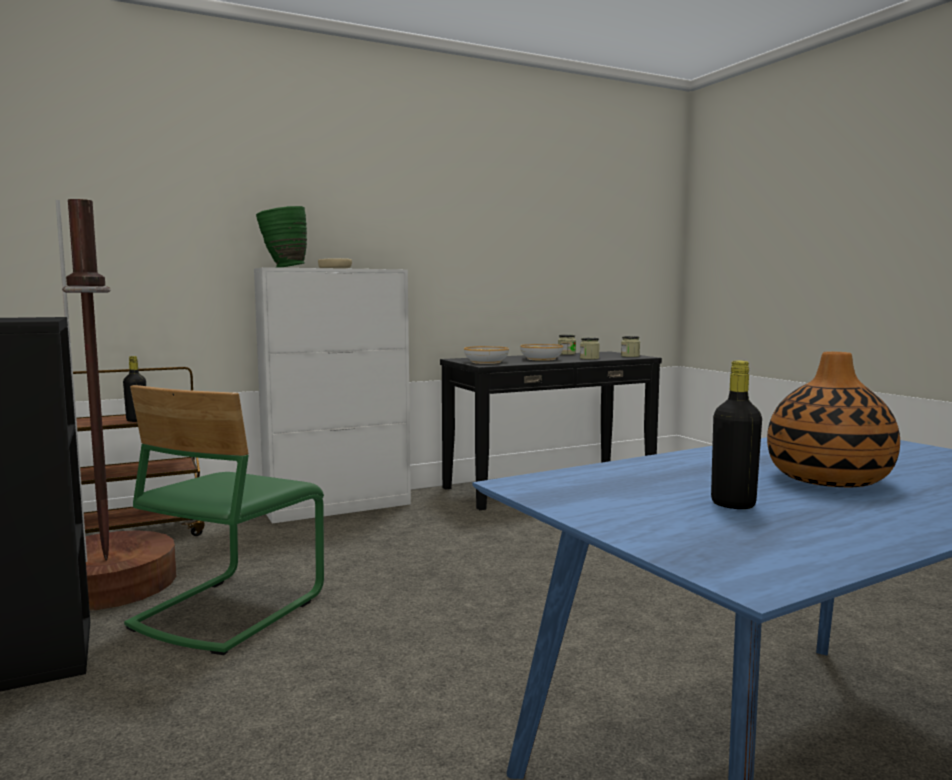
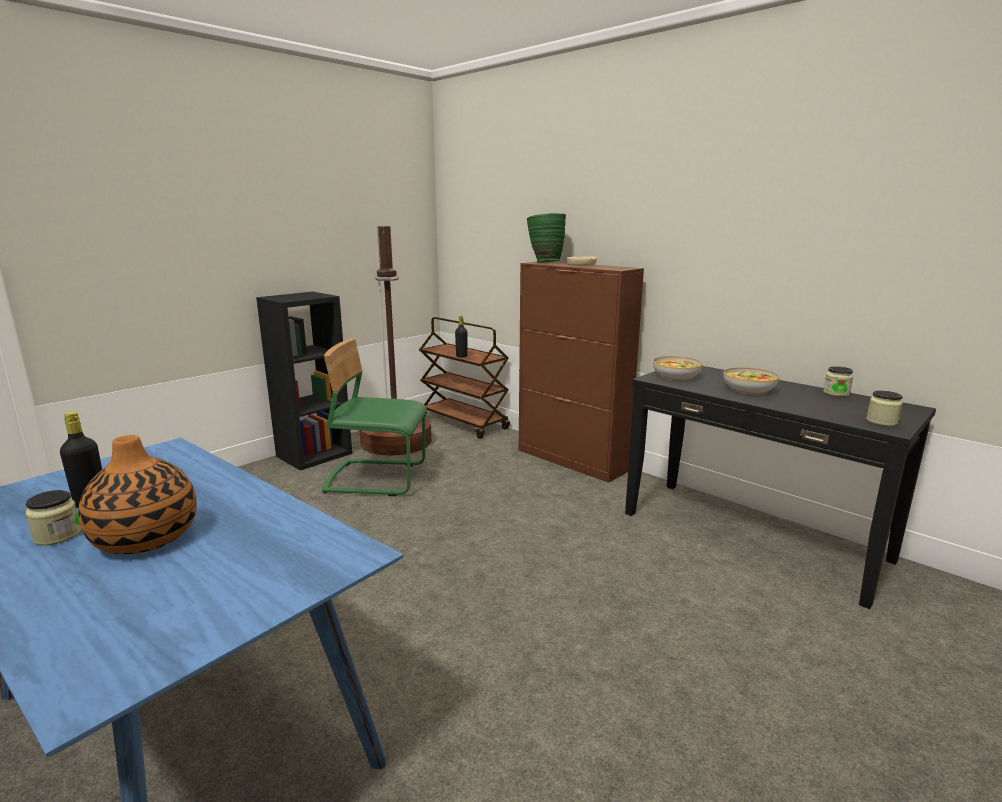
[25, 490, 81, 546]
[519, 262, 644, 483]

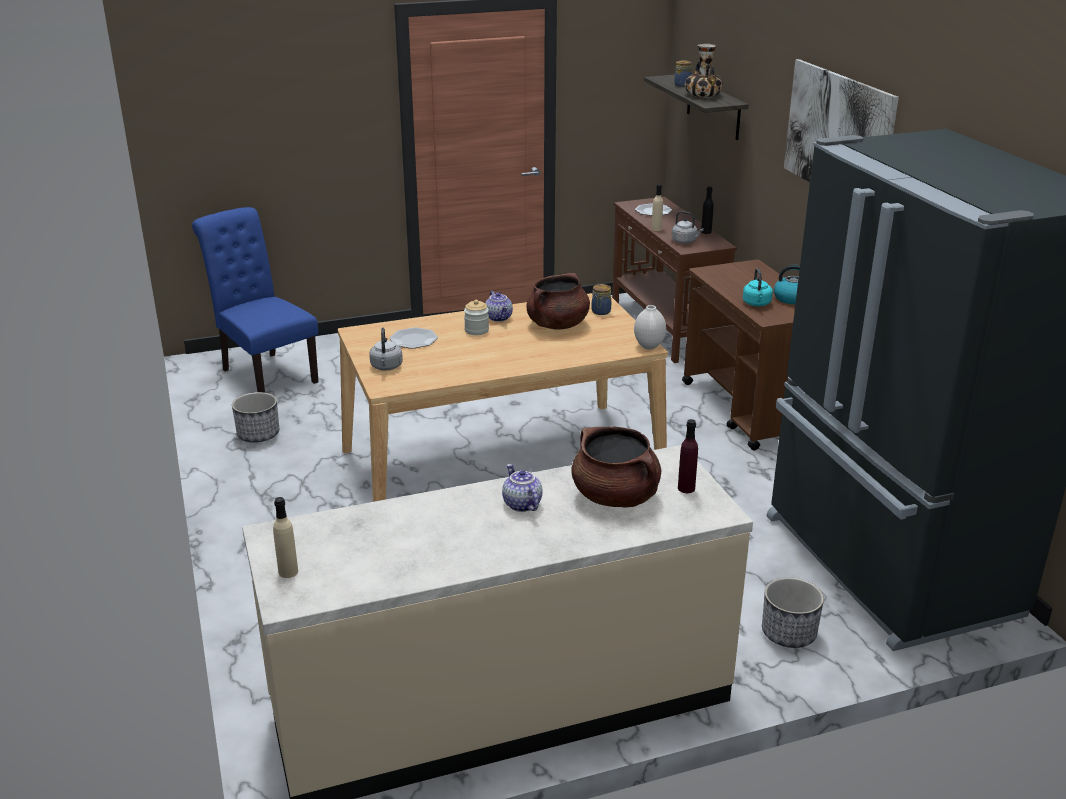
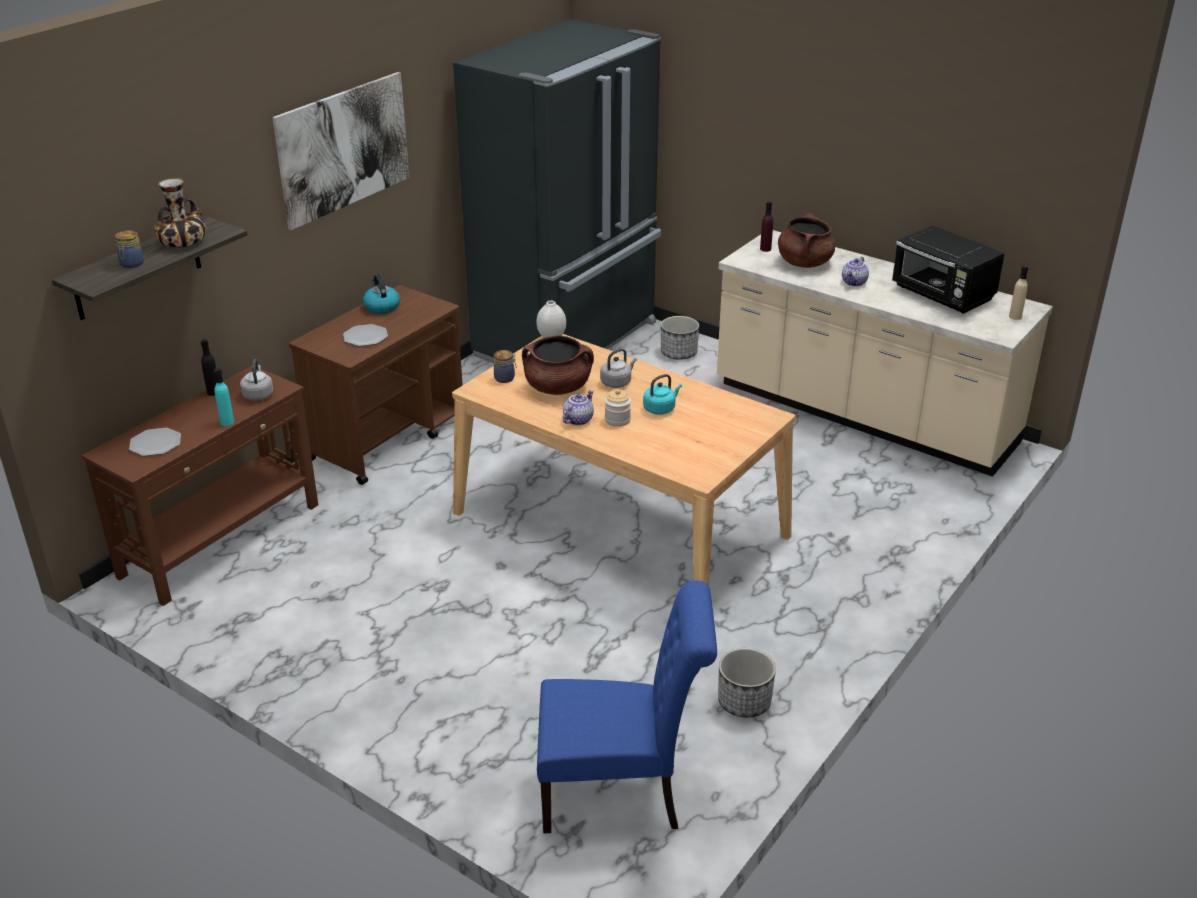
[214, 368, 234, 426]
[343, 324, 388, 346]
[537, 580, 717, 833]
[600, 349, 637, 388]
[643, 374, 682, 415]
[892, 226, 1005, 313]

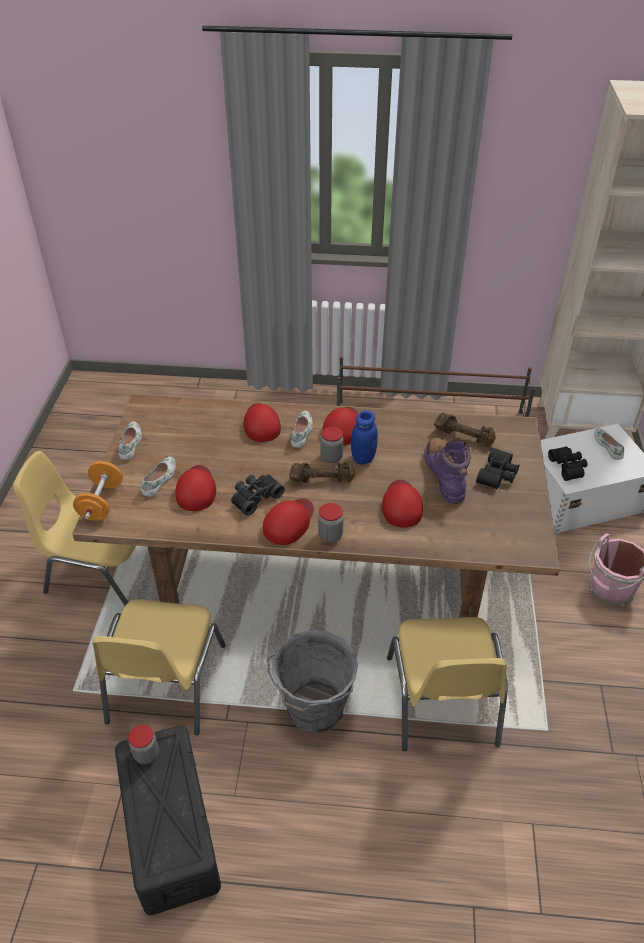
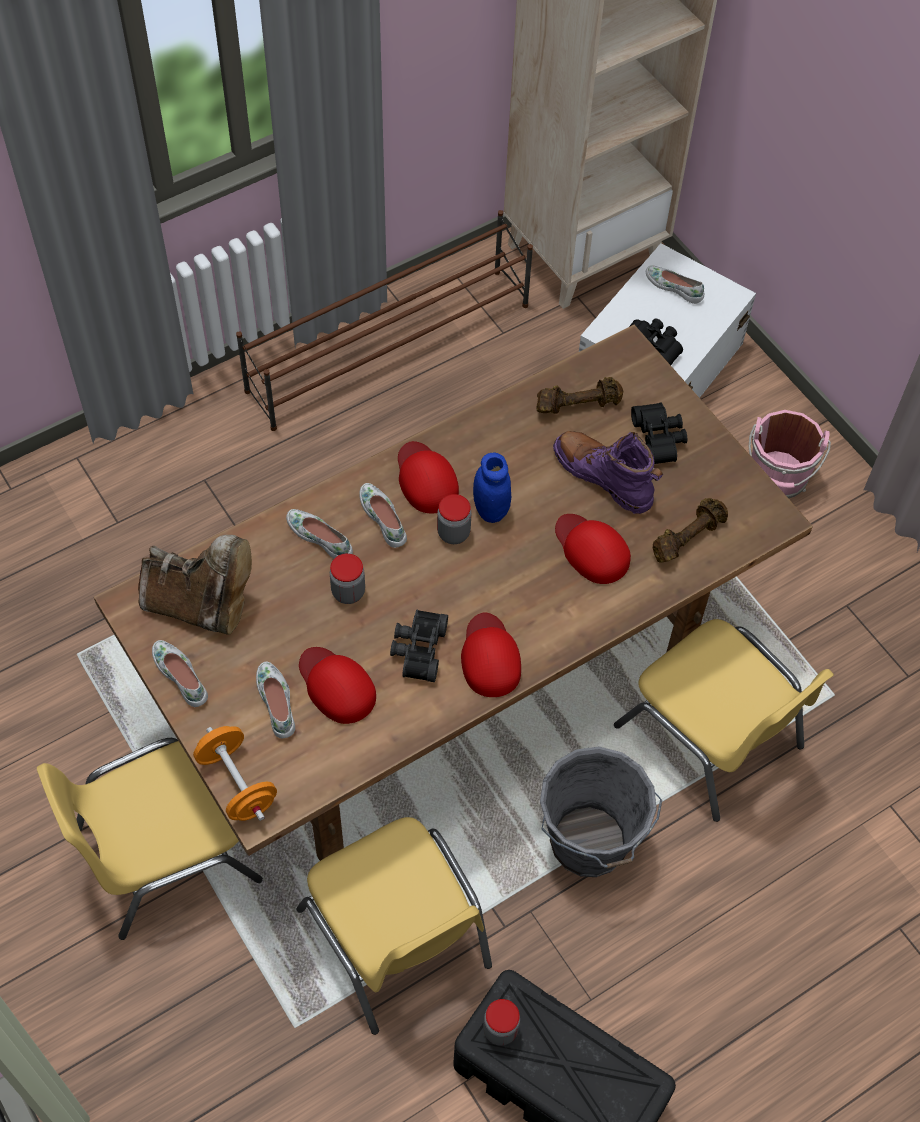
[138, 535, 252, 635]
[286, 509, 353, 559]
[330, 553, 365, 604]
[653, 498, 728, 563]

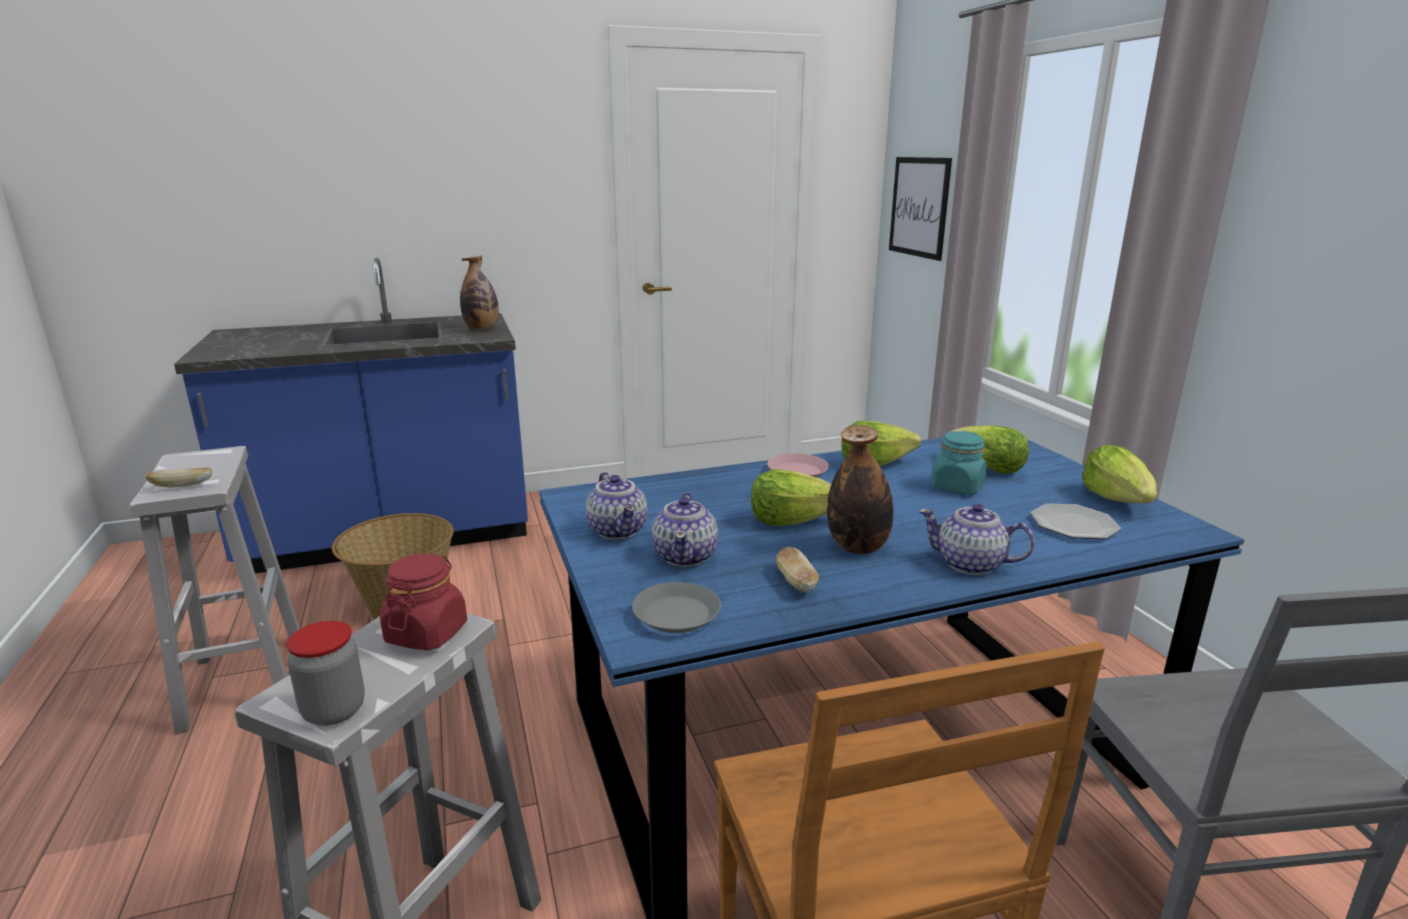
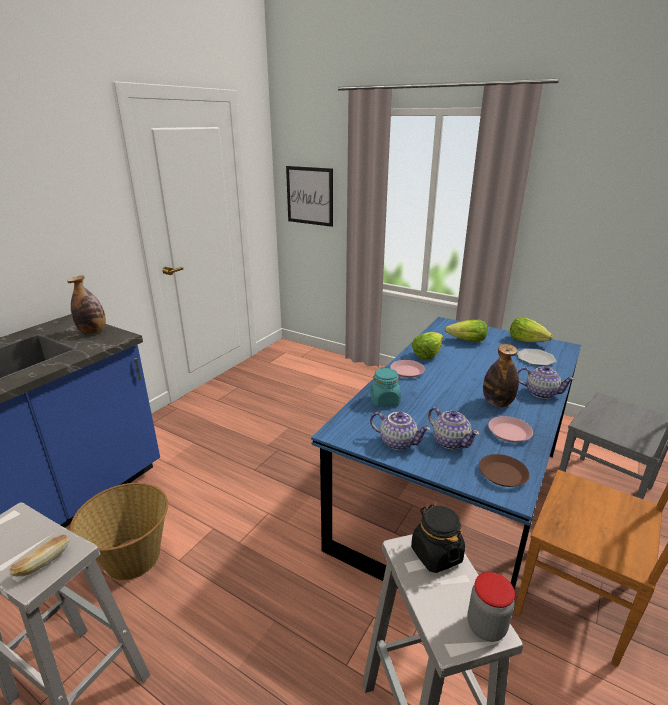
[370, 367, 401, 406]
[411, 504, 465, 573]
[479, 454, 530, 487]
[488, 416, 533, 442]
[517, 366, 575, 399]
[751, 470, 831, 526] (first image)

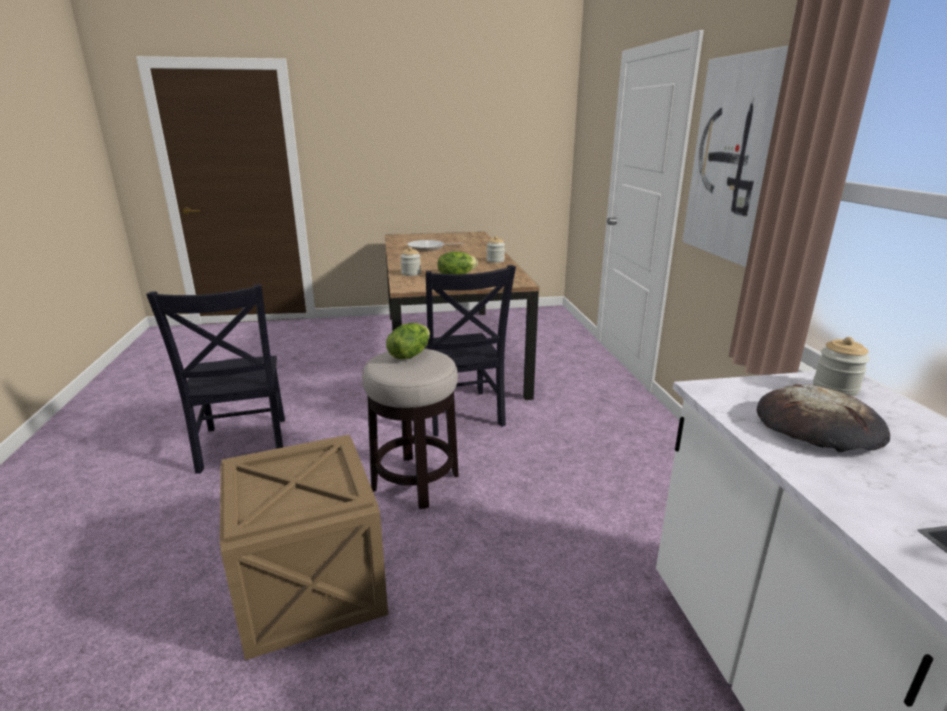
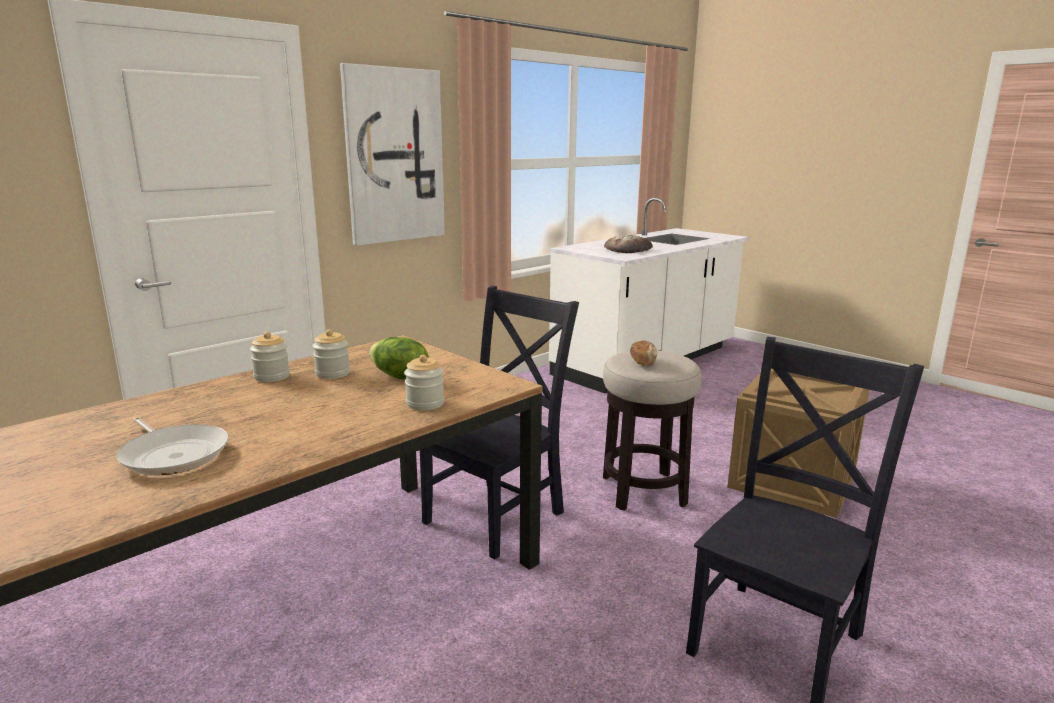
[313, 329, 350, 379]
[630, 340, 657, 366]

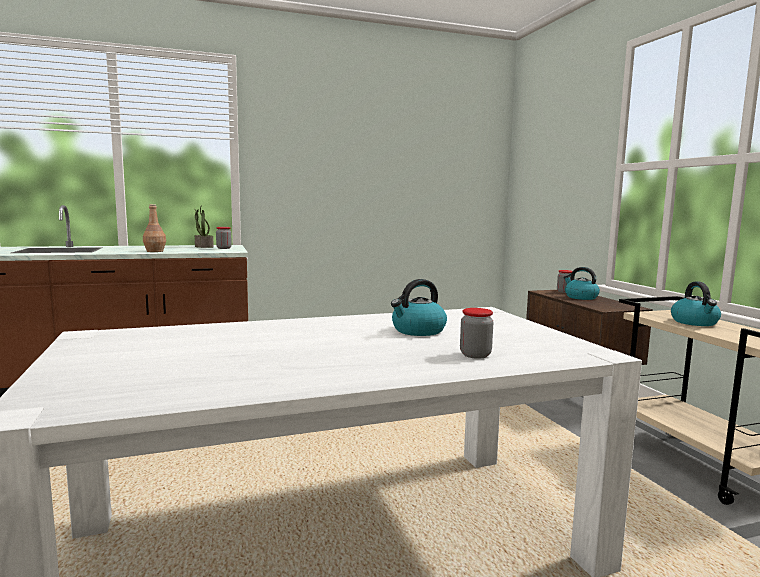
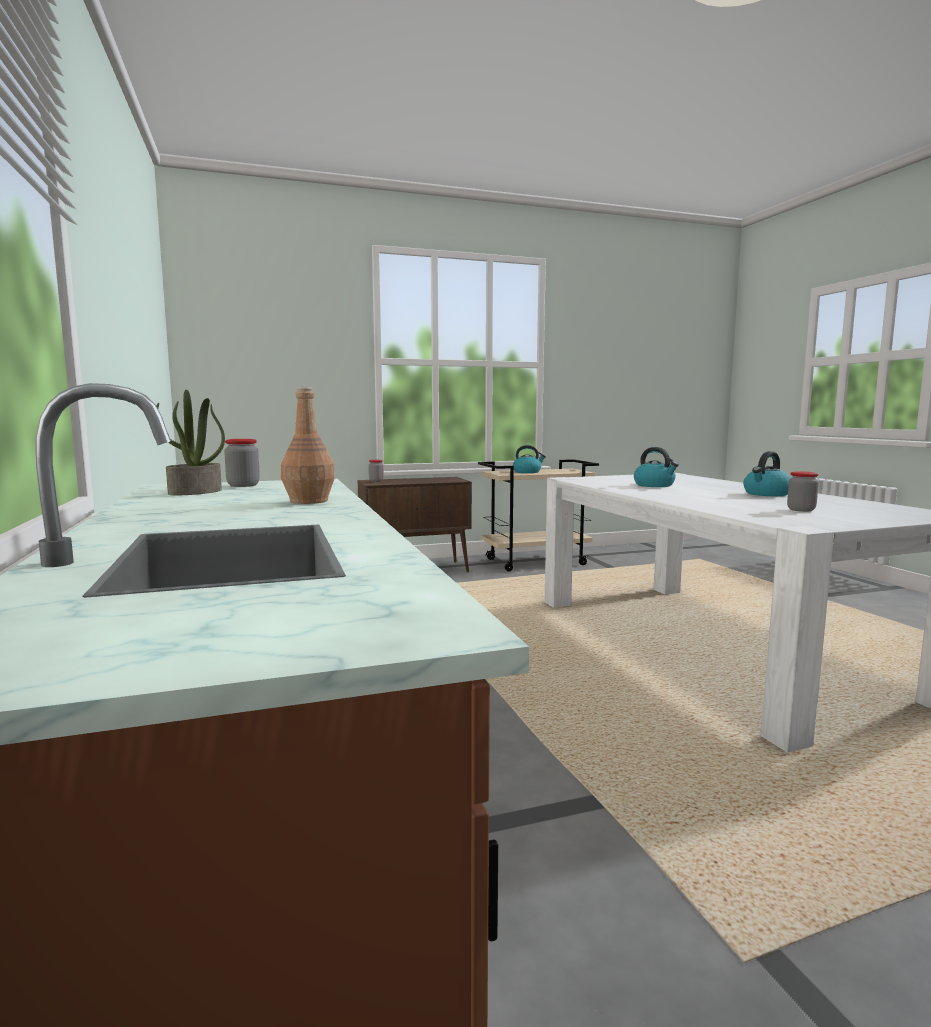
[743, 451, 791, 496]
[787, 471, 819, 512]

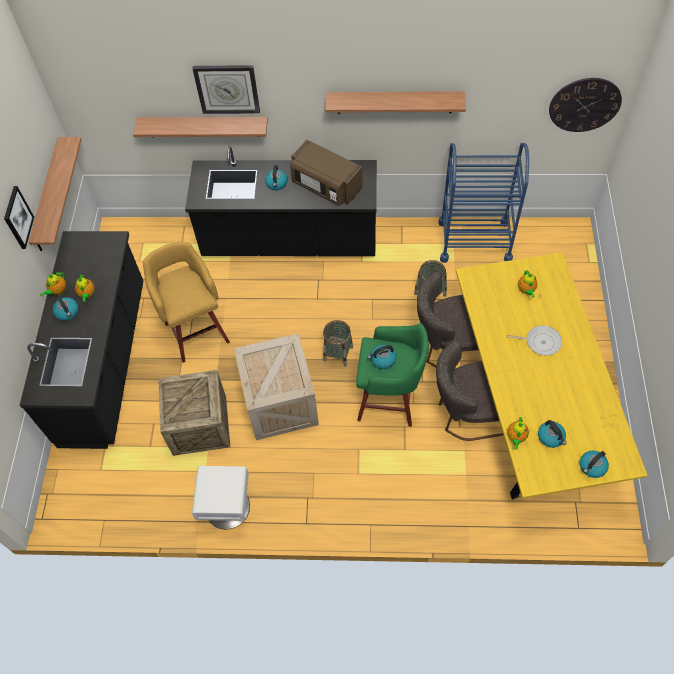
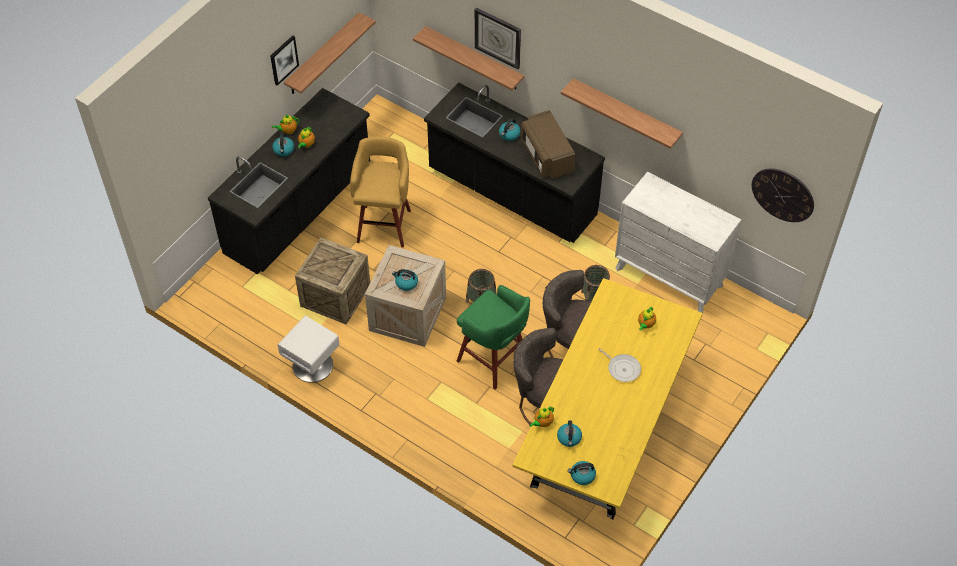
[392, 269, 418, 291]
[615, 172, 741, 315]

